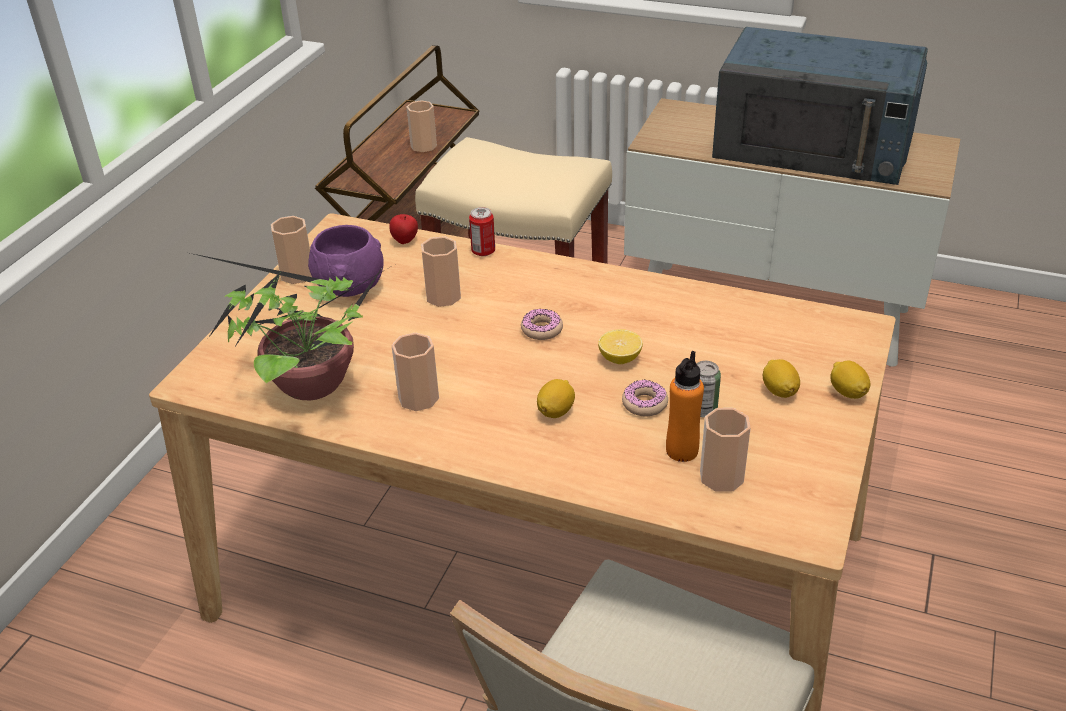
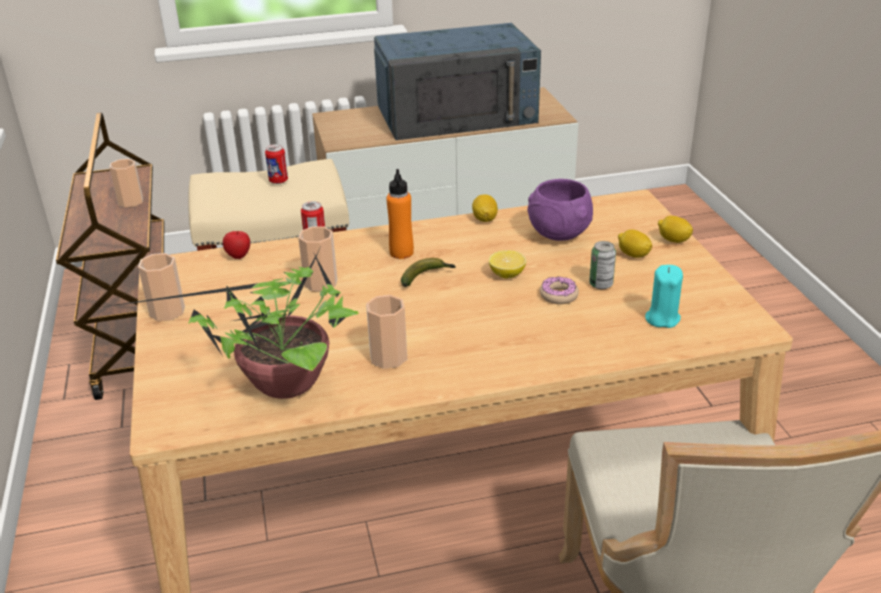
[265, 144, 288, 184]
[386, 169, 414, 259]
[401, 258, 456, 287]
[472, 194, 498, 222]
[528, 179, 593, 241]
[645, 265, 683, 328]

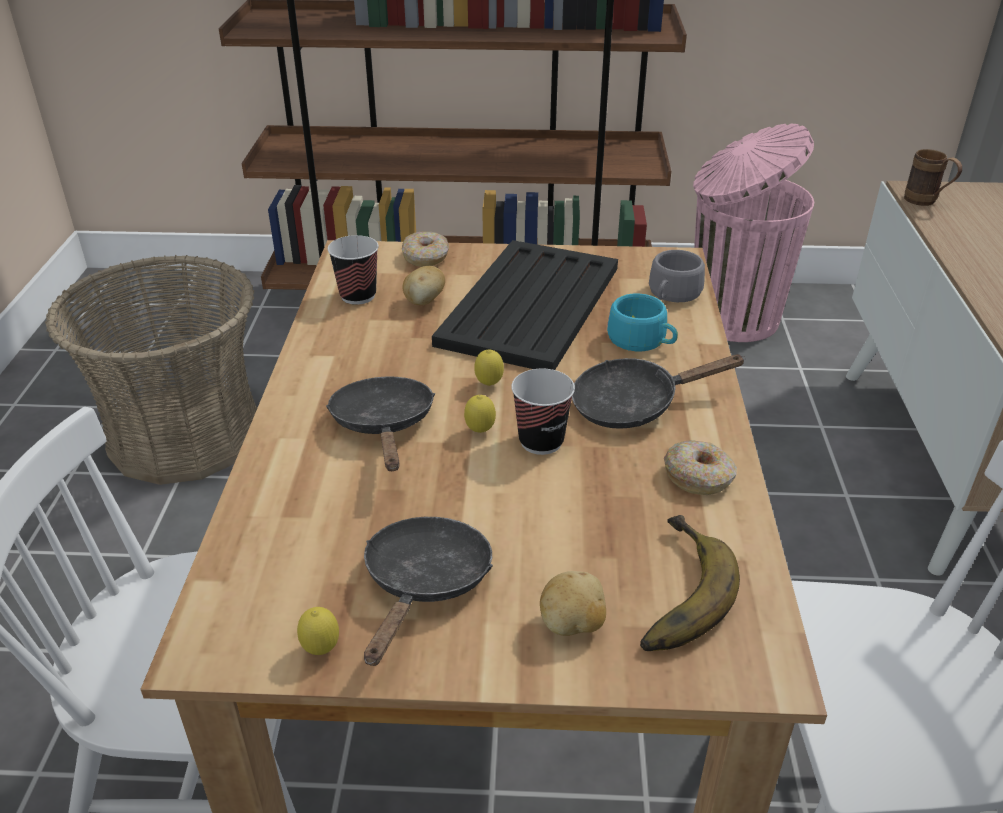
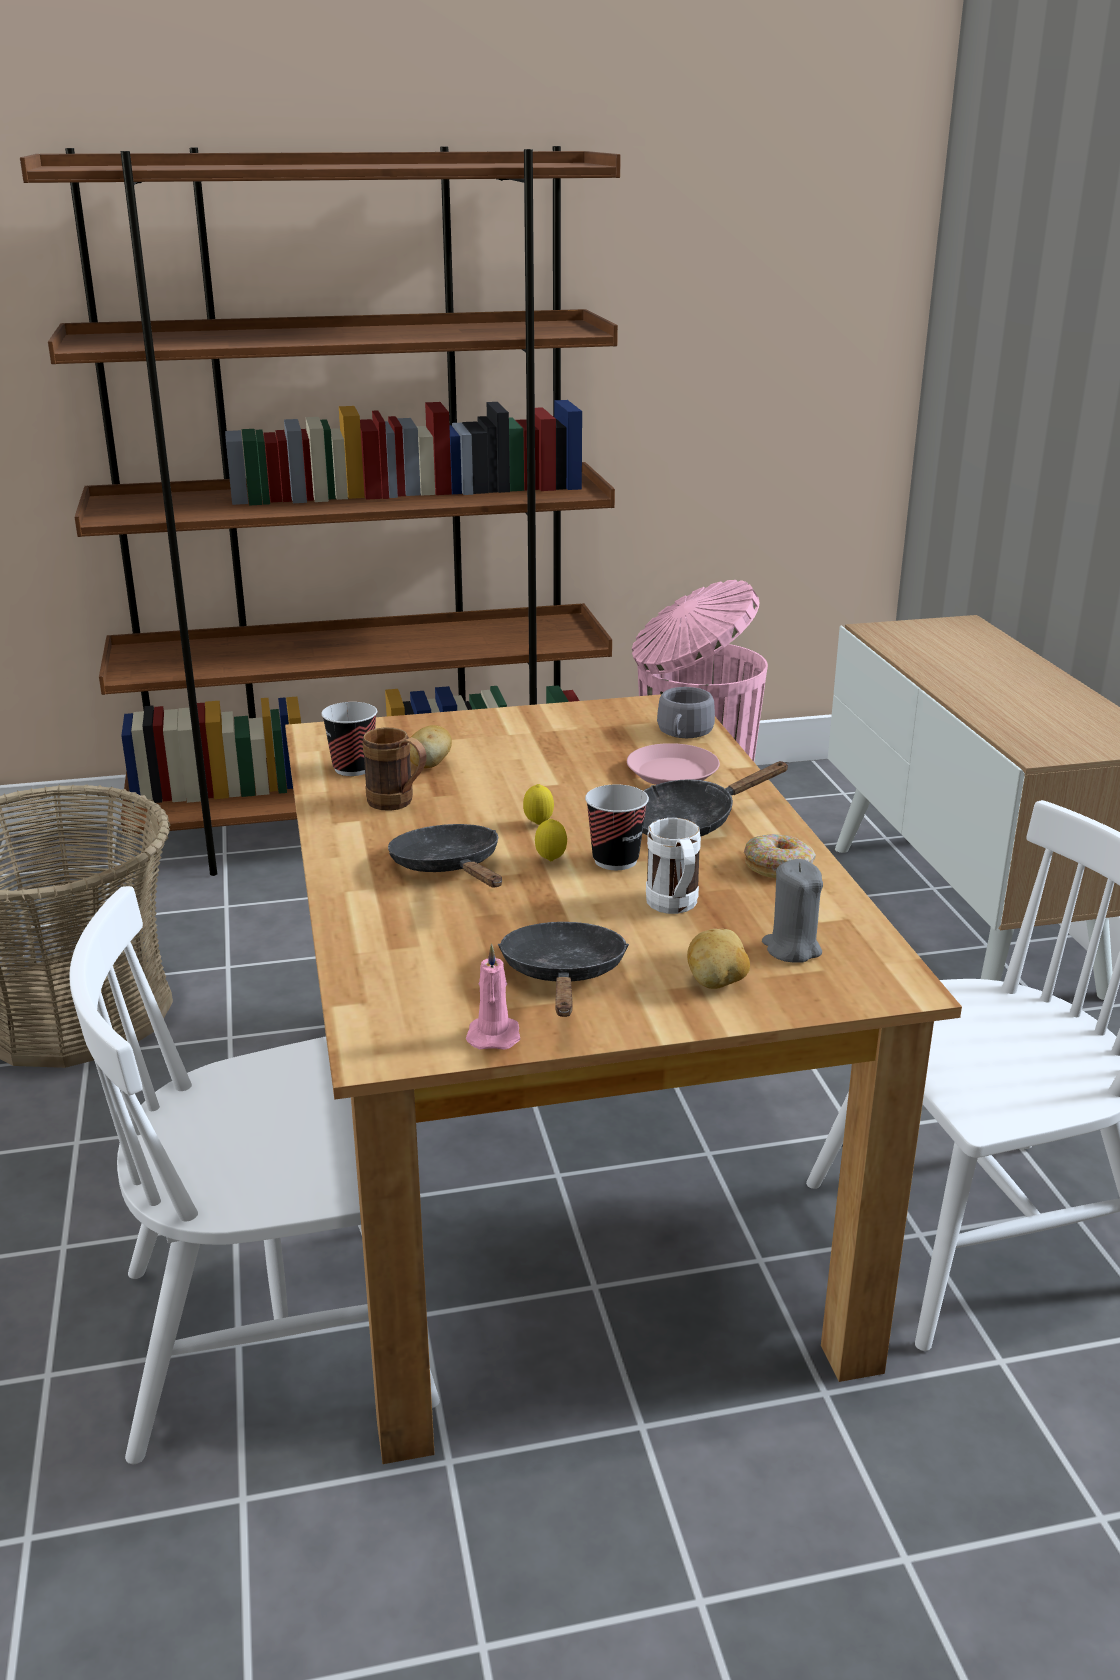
[363, 727, 427, 811]
[466, 944, 520, 1050]
[627, 743, 720, 785]
[646, 818, 701, 914]
[762, 859, 823, 963]
[402, 231, 449, 267] (first image)
[432, 240, 618, 370] (first image)

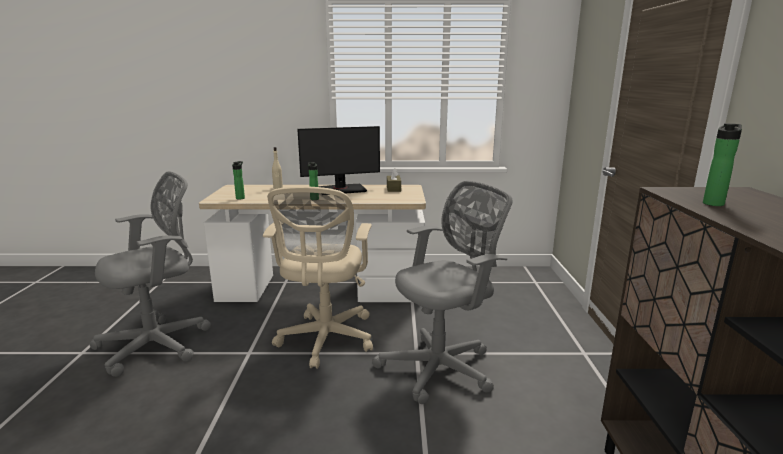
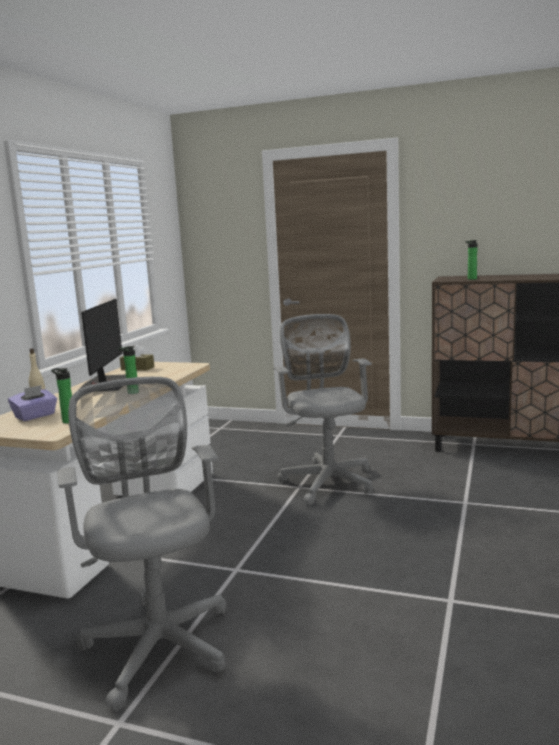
[8, 385, 57, 421]
[263, 186, 373, 369] (first image)

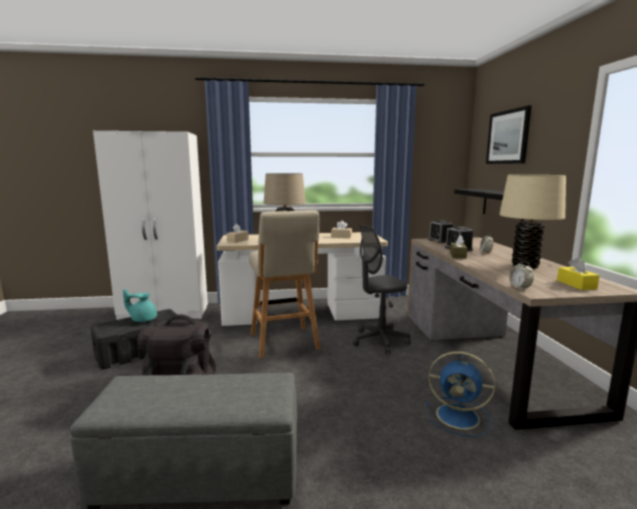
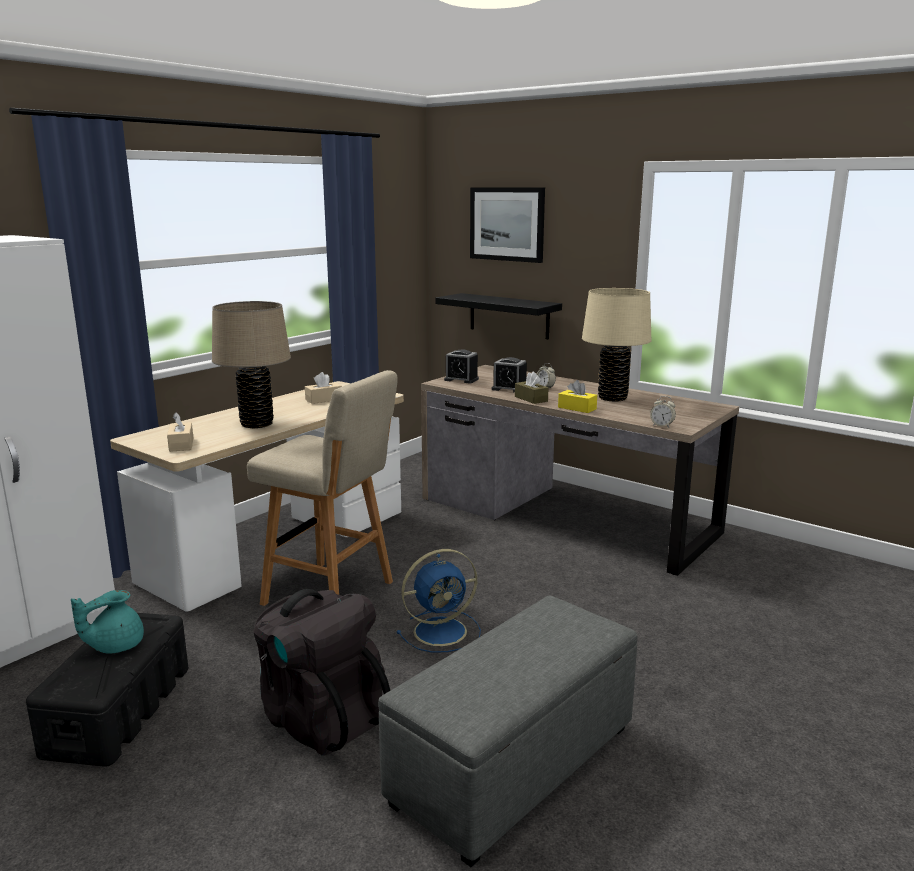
[397, 549, 481, 653]
[558, 380, 597, 413]
[353, 225, 411, 354] (first image)

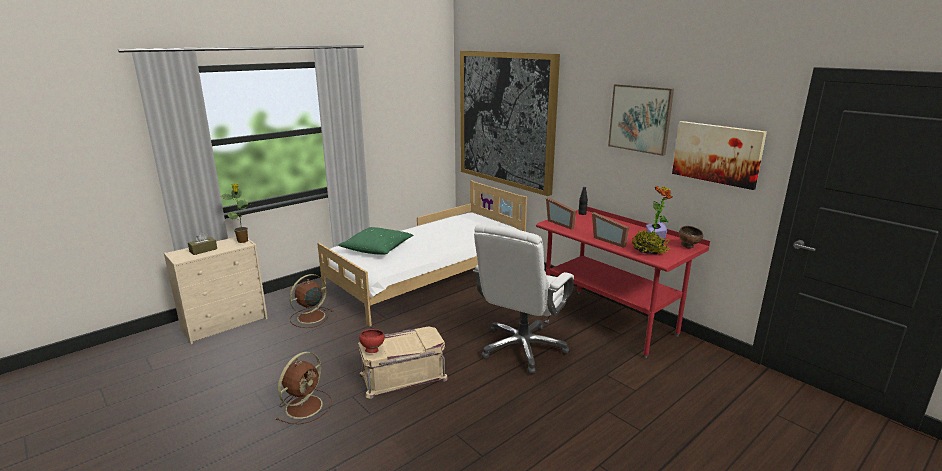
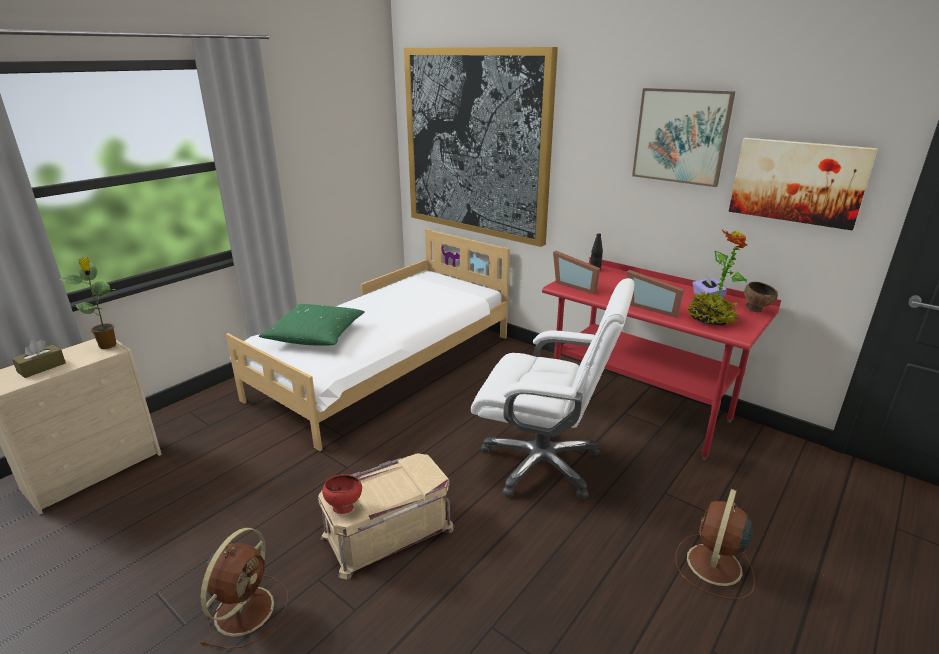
[471, 278, 635, 499]
[675, 489, 755, 599]

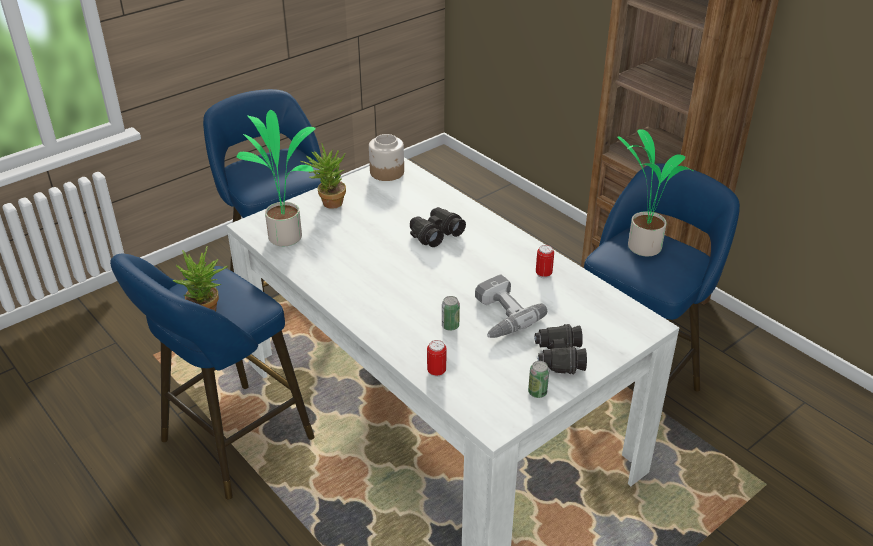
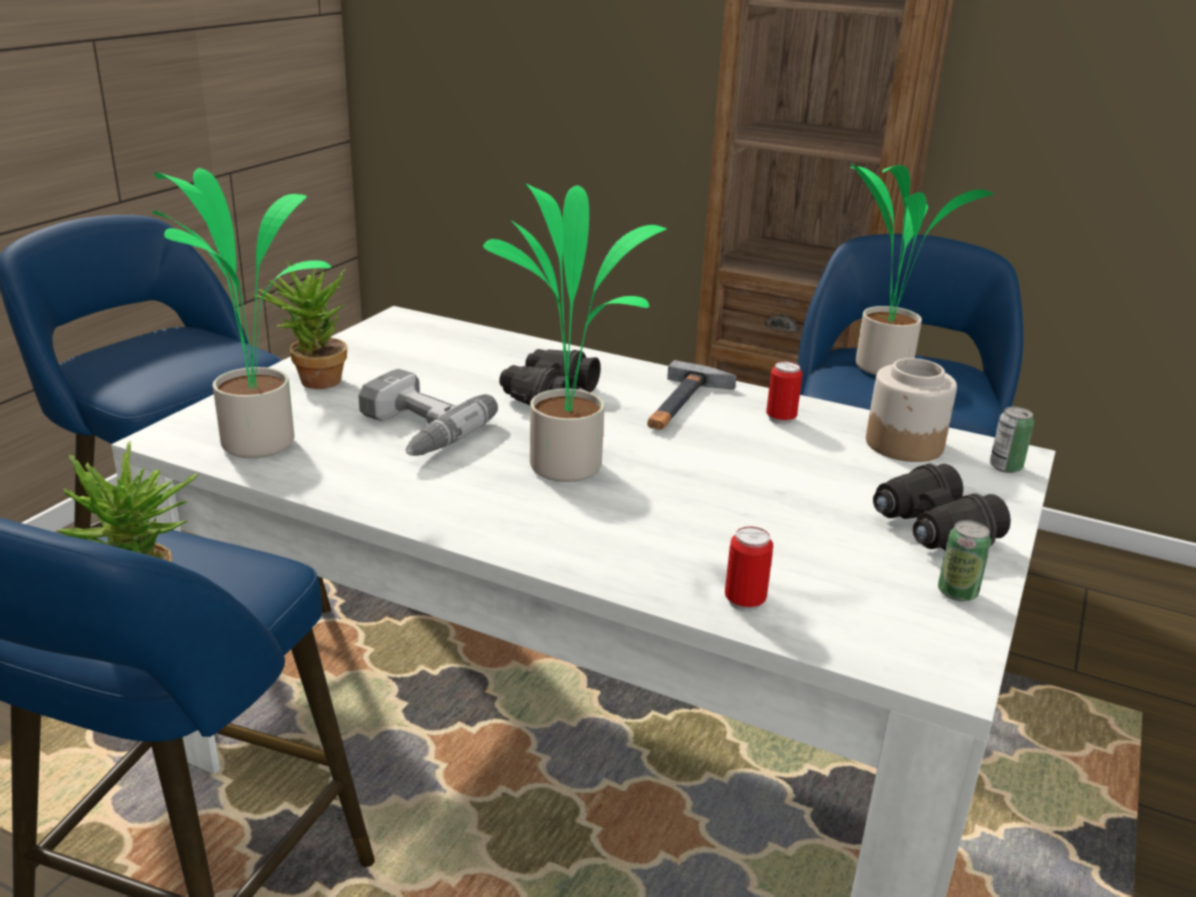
[358, 369, 498, 456]
[483, 183, 667, 482]
[647, 360, 736, 430]
[866, 358, 957, 462]
[990, 407, 1034, 473]

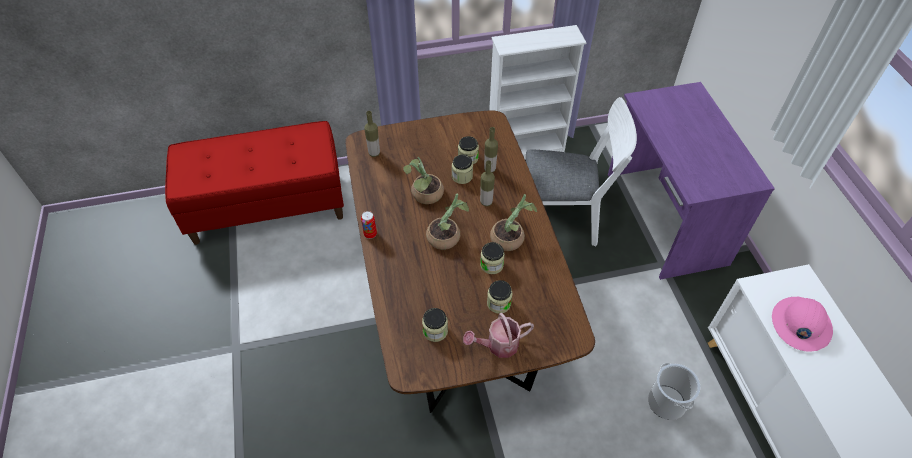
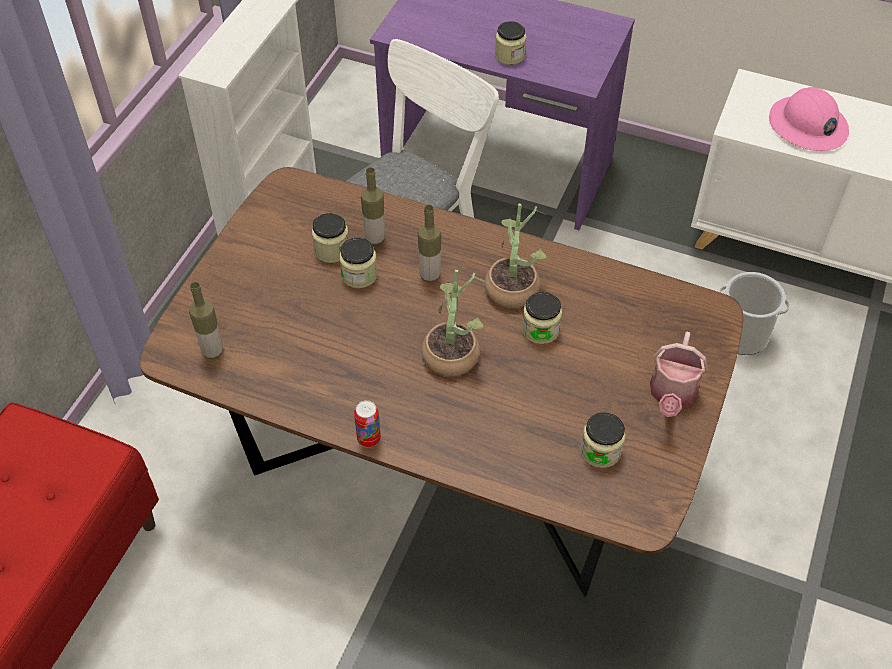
[495, 21, 526, 65]
[403, 157, 444, 204] (first image)

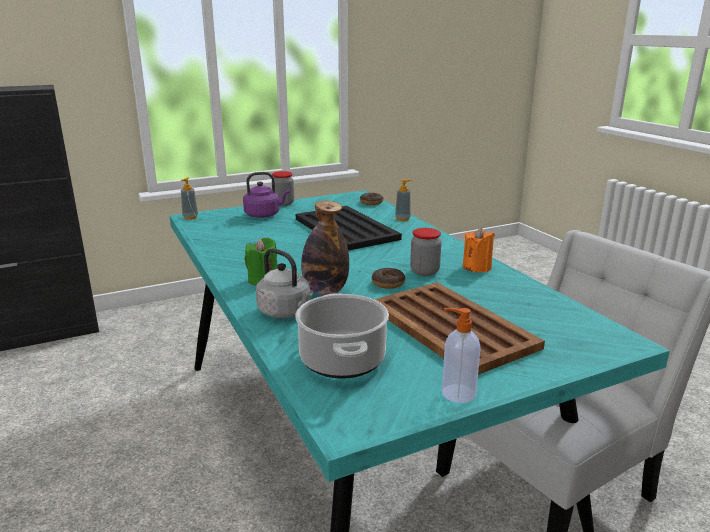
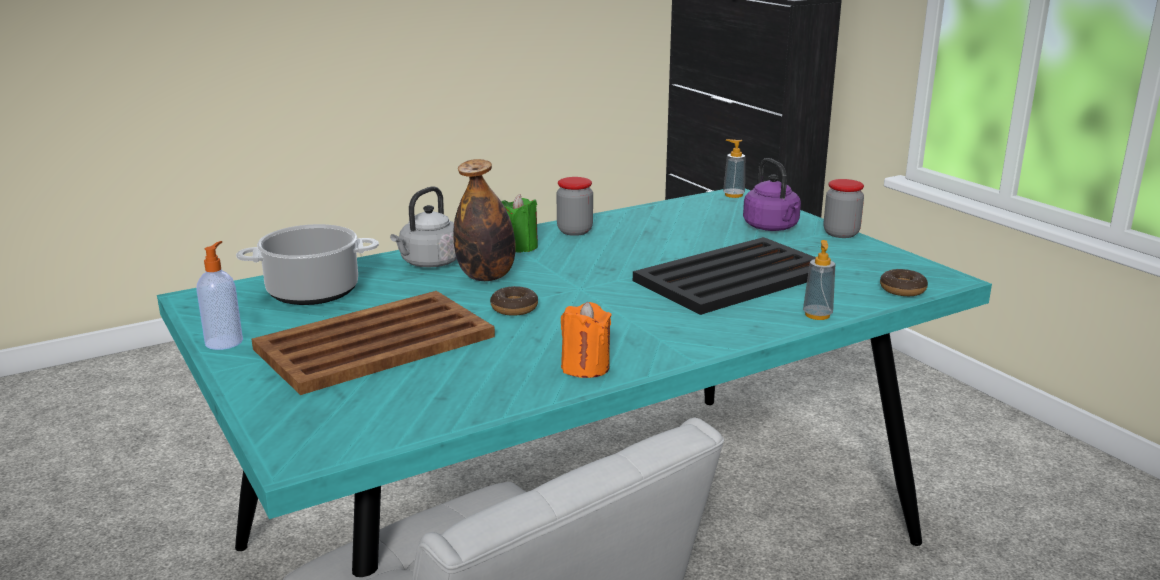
[557, 177, 593, 236]

